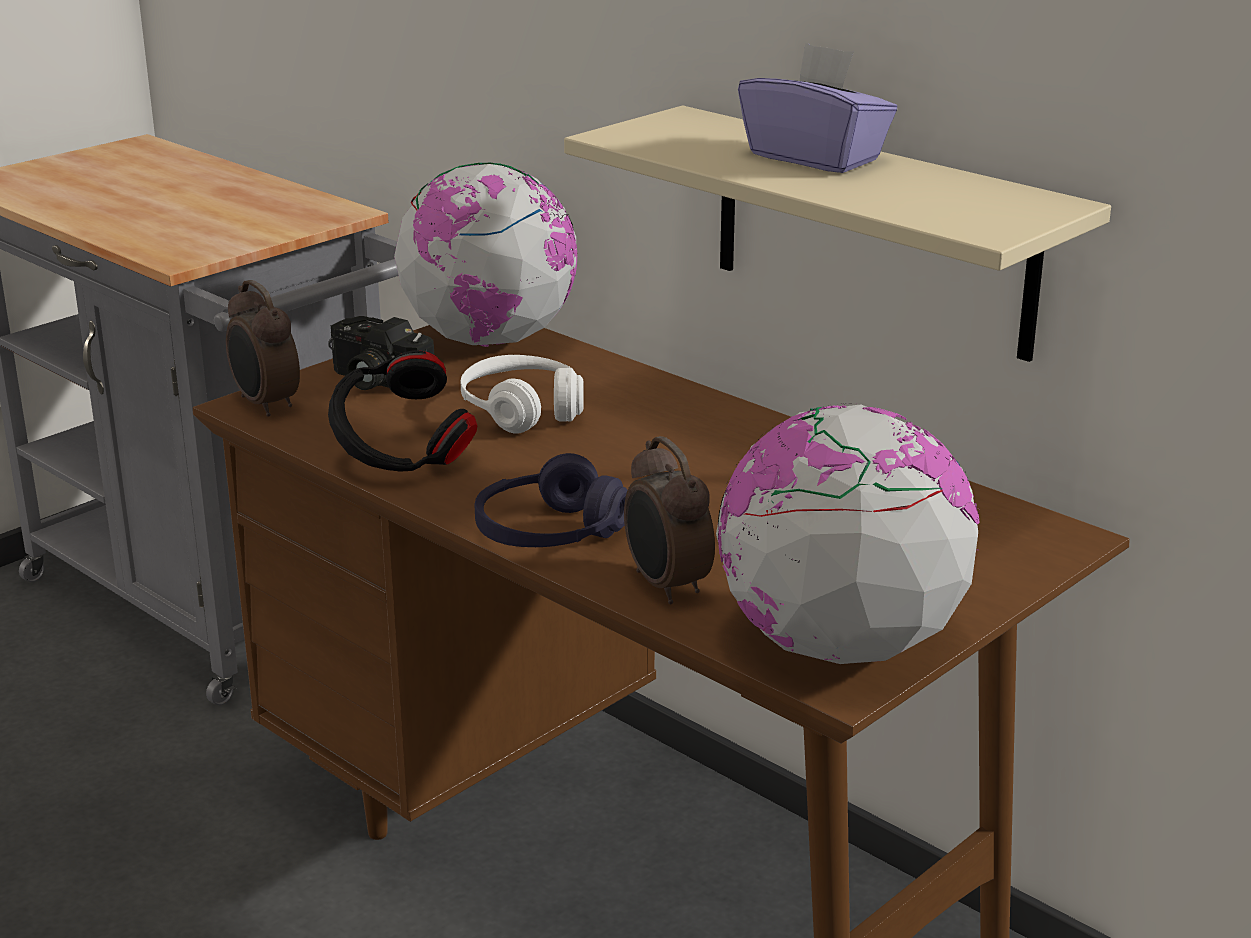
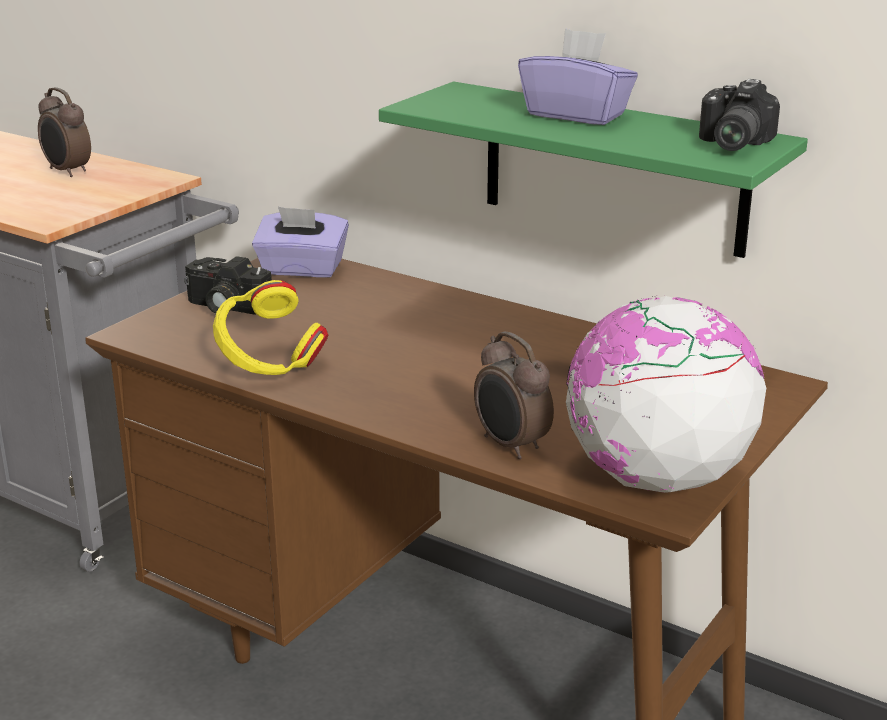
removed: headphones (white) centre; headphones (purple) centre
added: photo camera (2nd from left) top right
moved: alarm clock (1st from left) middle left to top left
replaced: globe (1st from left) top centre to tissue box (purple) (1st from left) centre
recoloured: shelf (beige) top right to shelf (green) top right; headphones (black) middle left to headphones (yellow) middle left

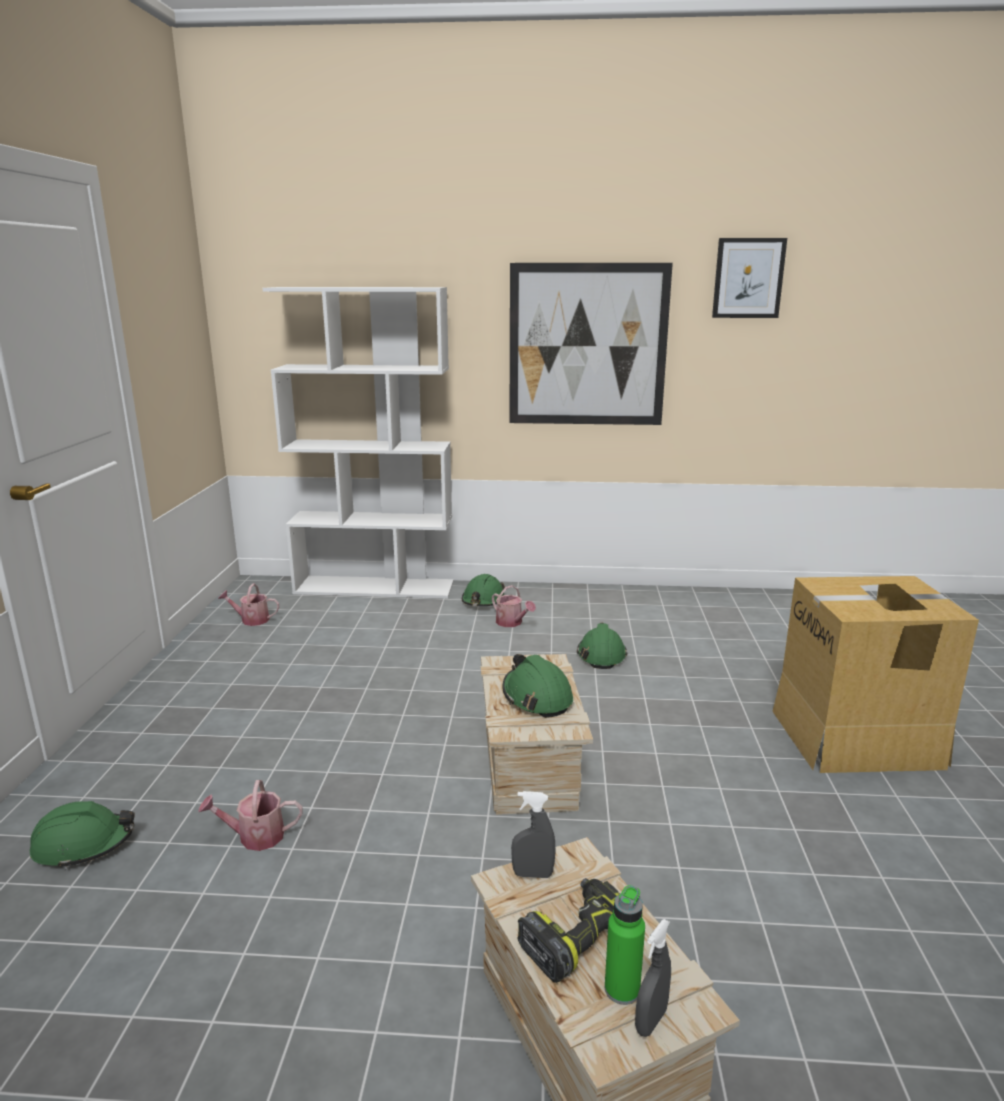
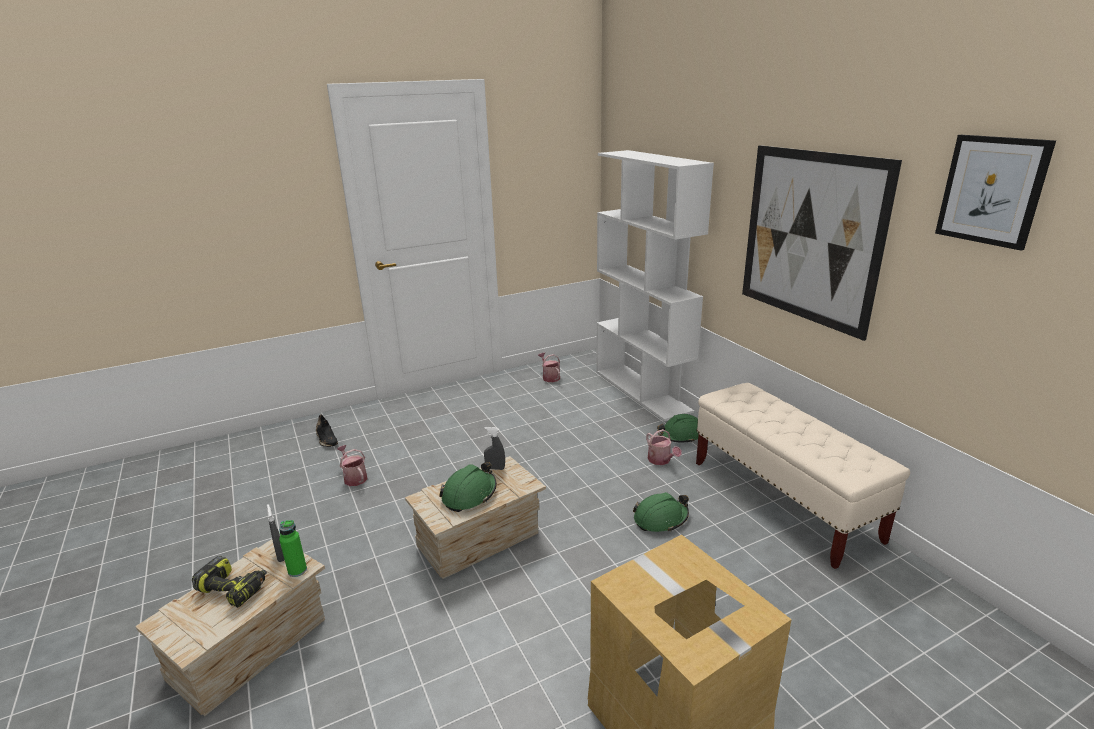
added: bench (beige) middle right
moved: bottle (green) bottom centre to bottom left; spray bottle (grey) (2nd from left) bottom centre to centre
replaced: hard hat (green) (1st from left) bottom left to shoe (black) middle left
turned: watering can (3rd from left) centre = centre 45 degrees counterclockwise

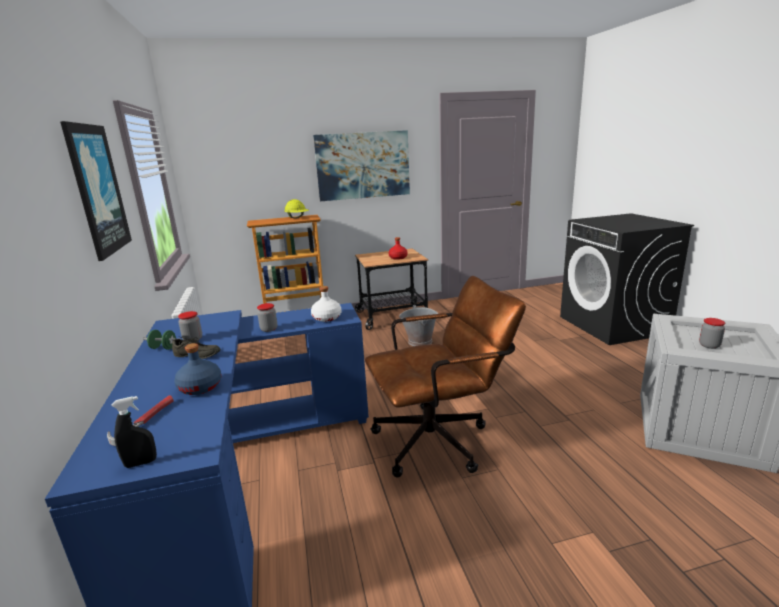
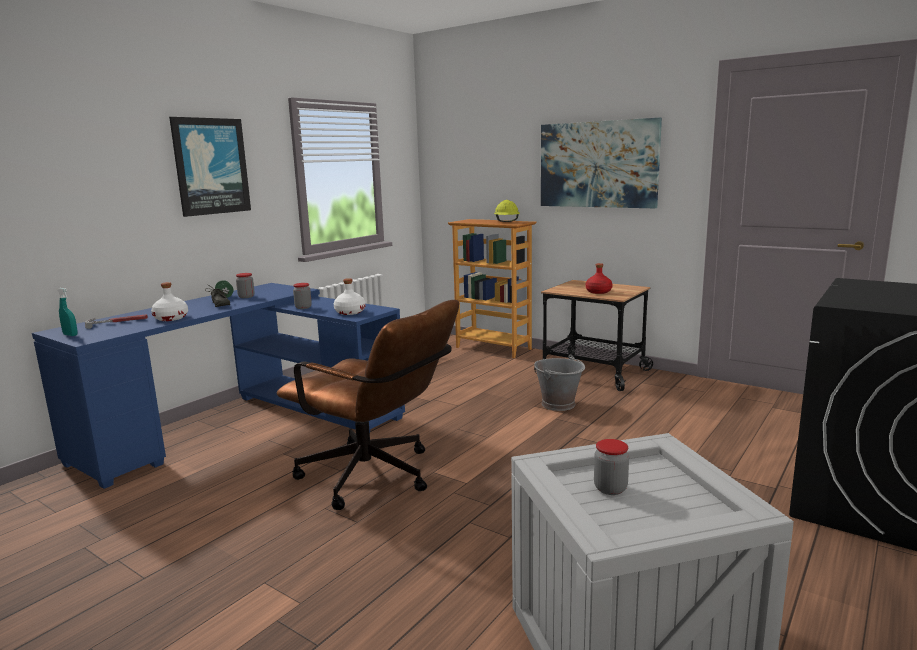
recoloured: bottle (blue) middle left to bottle (white) (1st from left) middle left; spray bottle (black) bottom left to spray bottle (turquoise) middle left

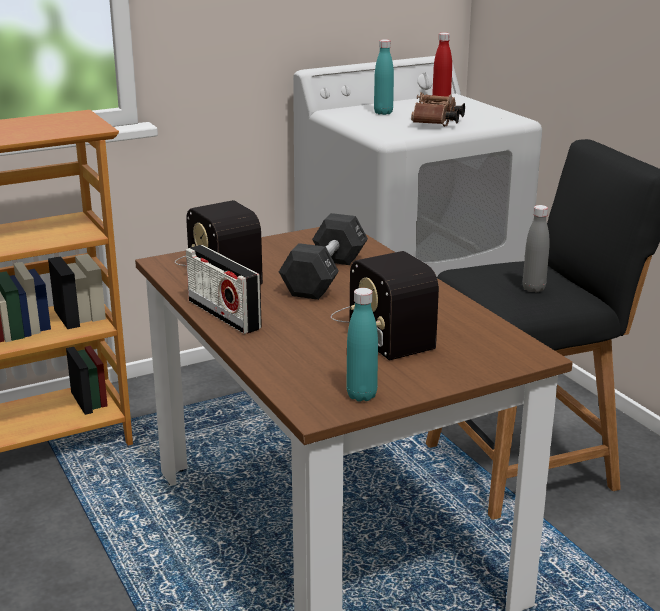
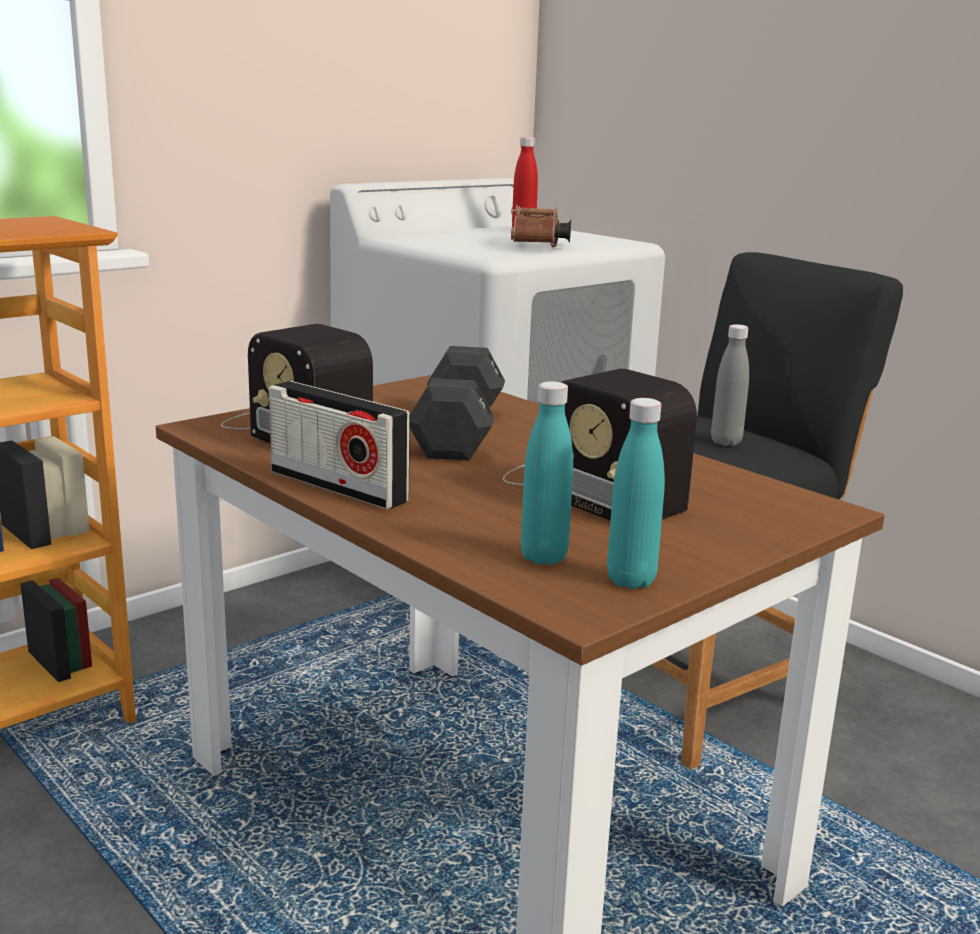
moved: bottle (turquoise) (2nd from left in the first image) top centre to bottle (turquoise) (1st from left) centre

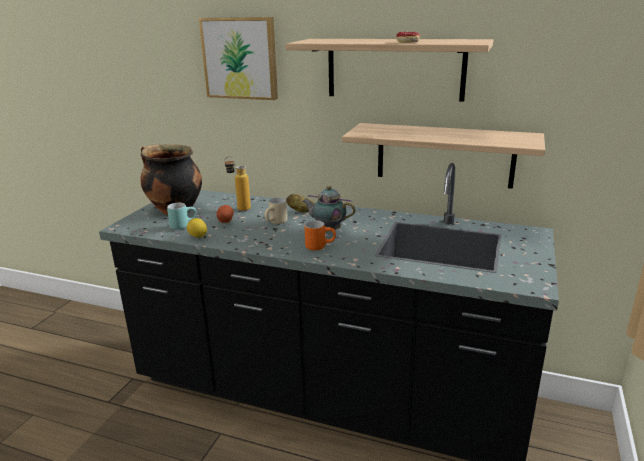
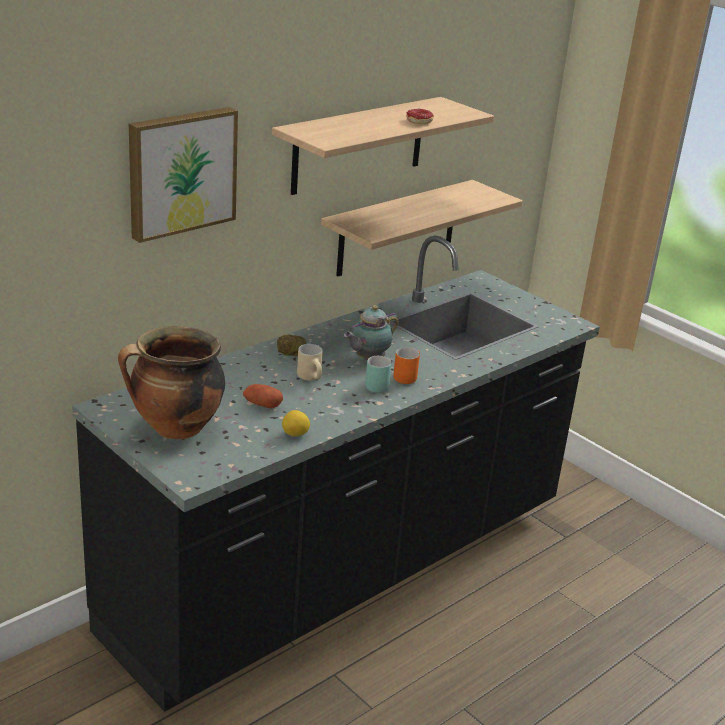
removed: bottle centre
moved: mug (turquoise) middle left to centre

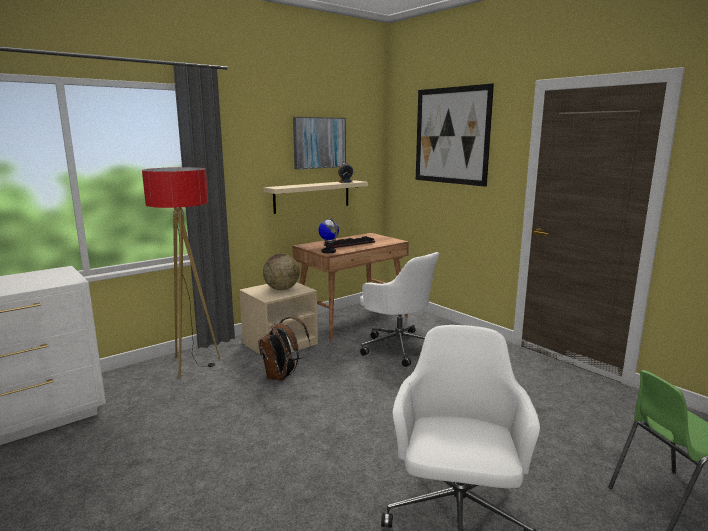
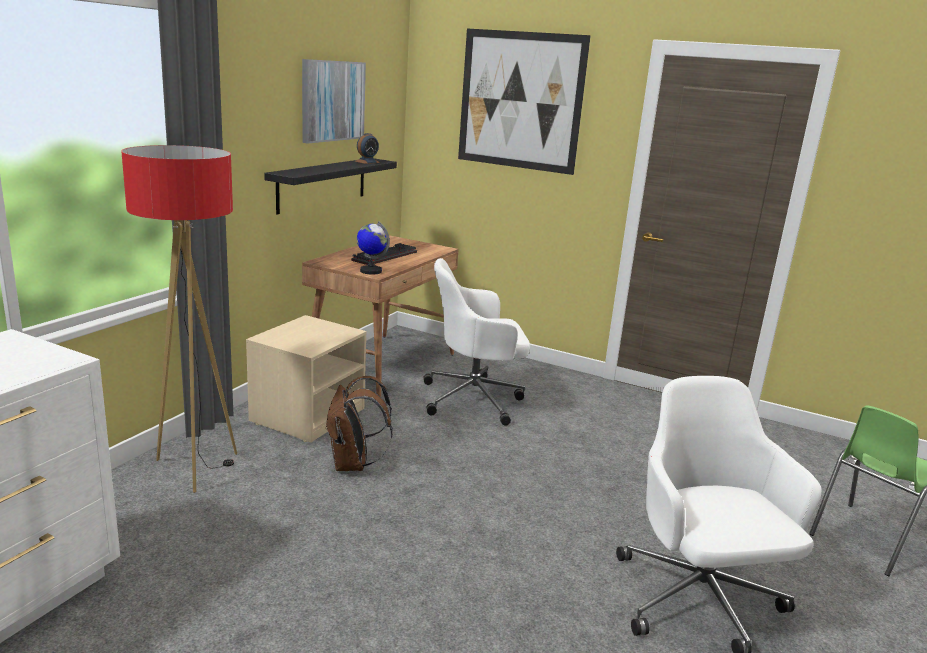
removed: globe (1st from left) centre
recoloured: shelf (beige) centre to shelf (black) top centre
turned: office chair (white) (1st from left) centre = centre 150 degrees clockwise

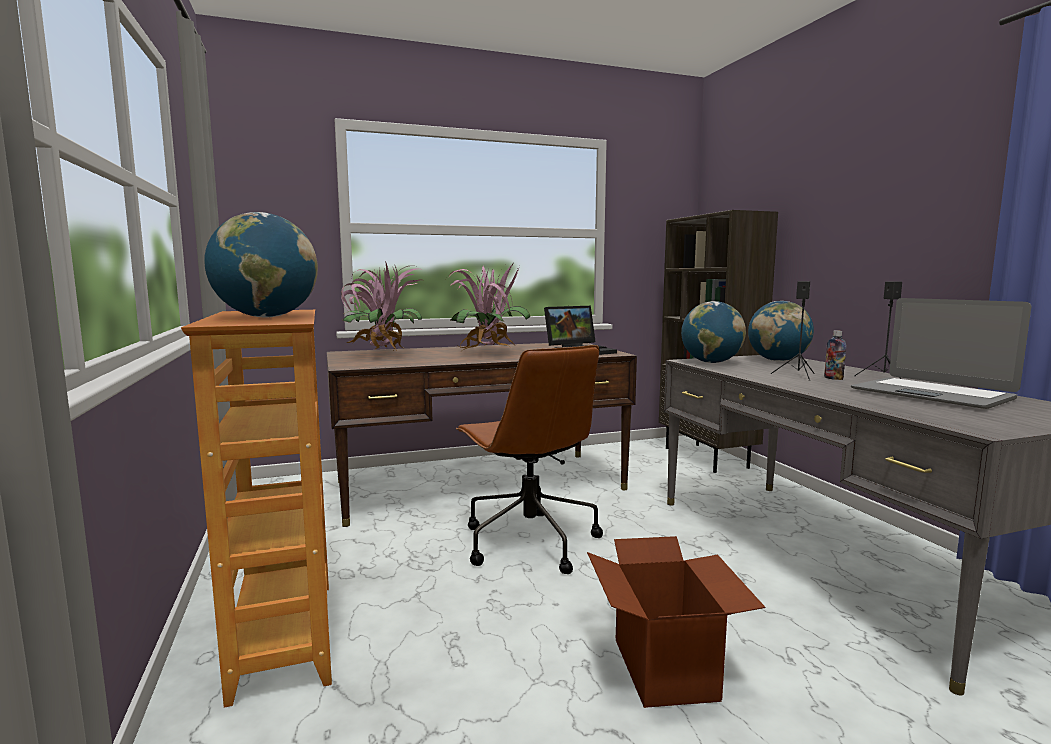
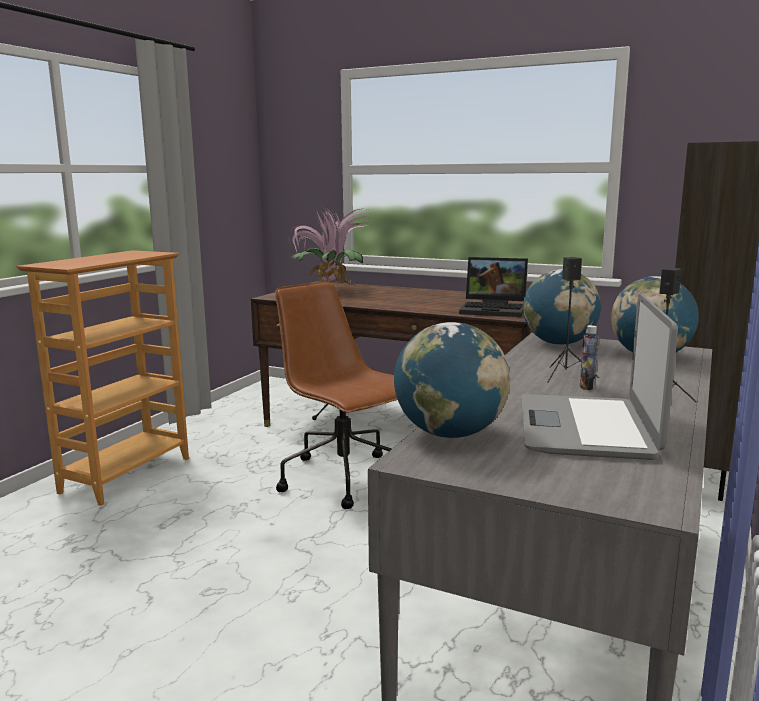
removed: potted plant (2nd from left) centre; cardboard box bottom centre
moved: globe (1st from left) middle left to centre
turned: office chair (brown) centre = centre 120 degrees clockwise

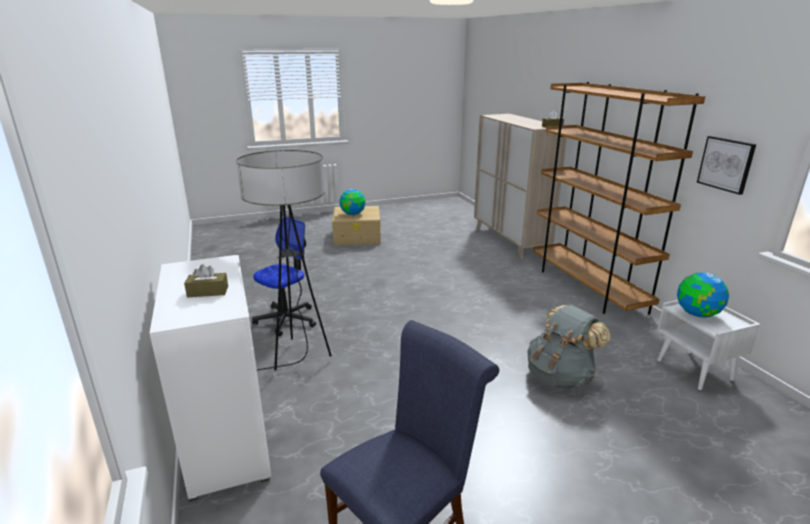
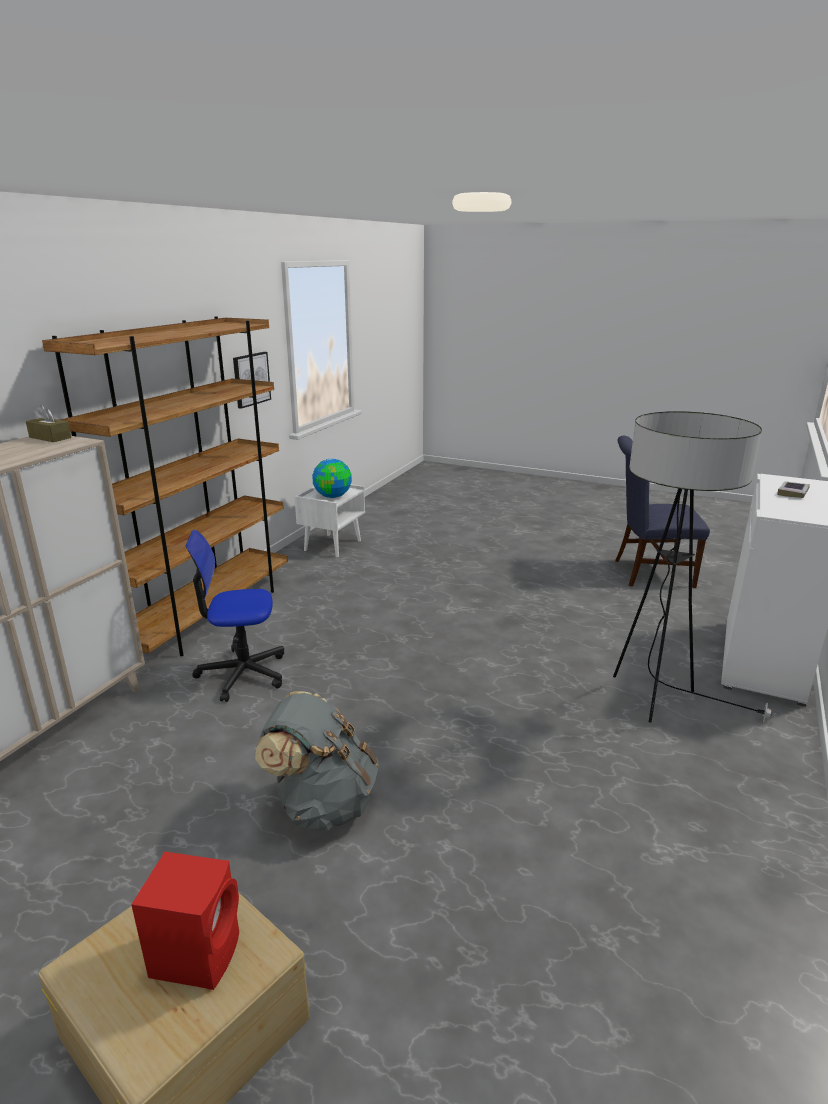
moved: office chair centre to middle left; backpack (grey) middle right to bottom centre
replaced: globe (1st from left) centre to speaker (red) bottom left; tissue box (brown) (1st from left) middle left to book middle right

